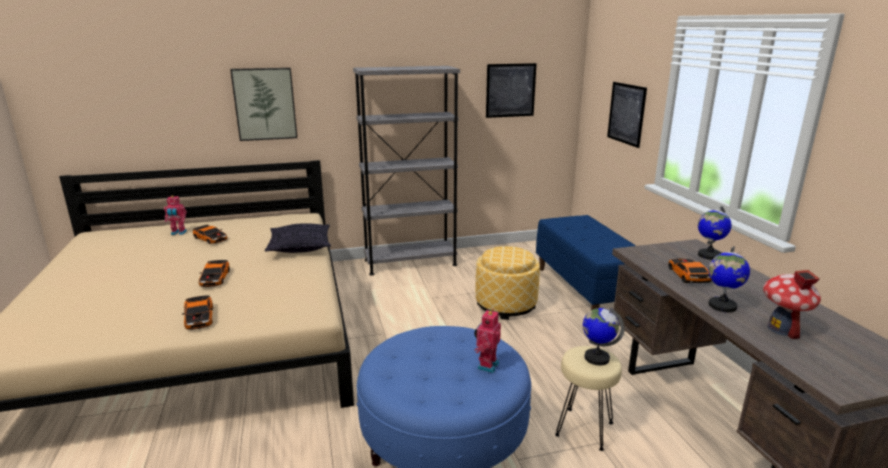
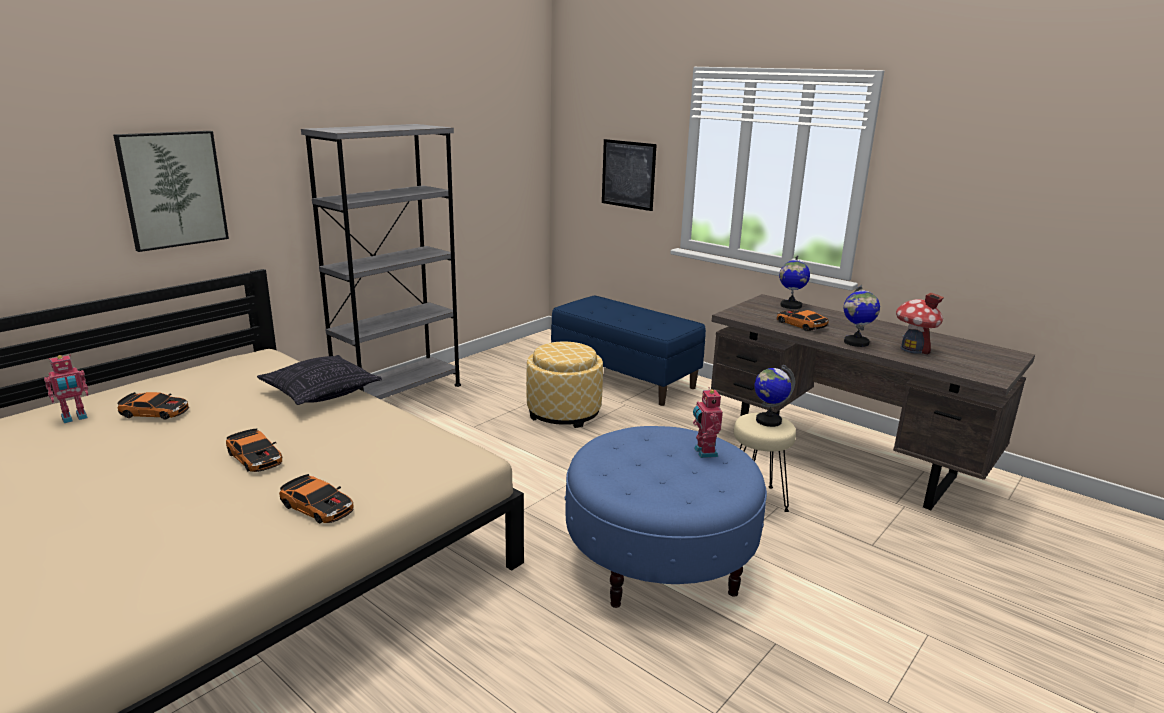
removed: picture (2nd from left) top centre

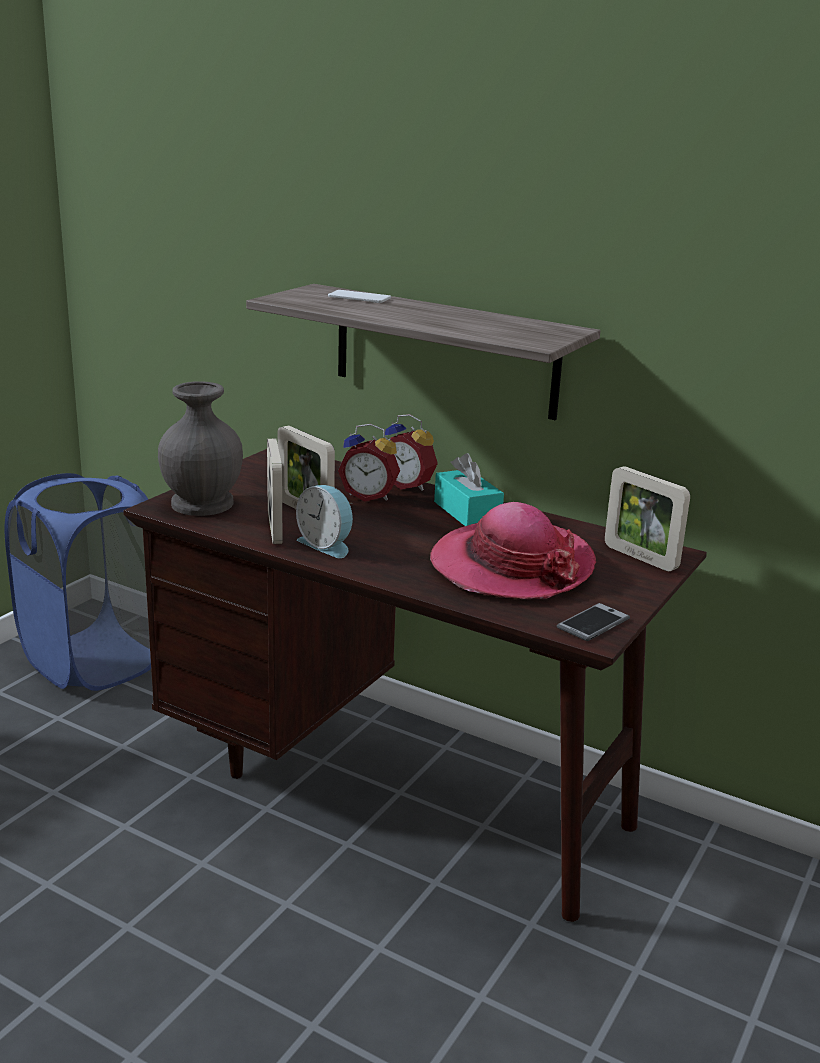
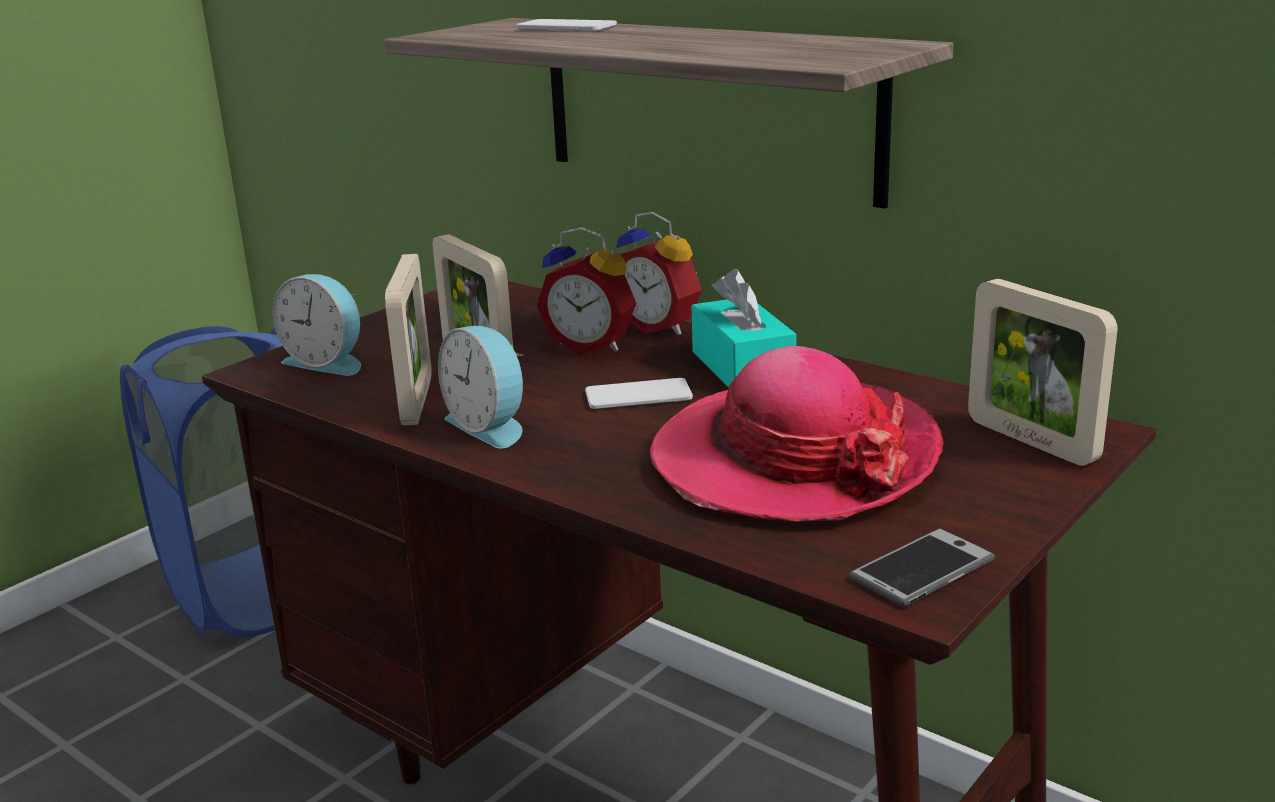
added: phone (2nd from left) centre
replaced: vase (grey) middle left to alarm clock (1st from left) middle left

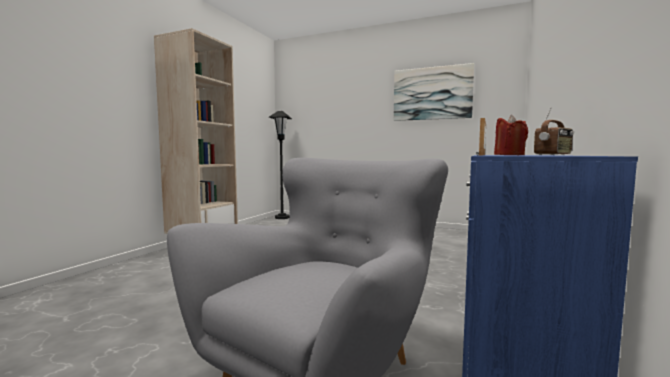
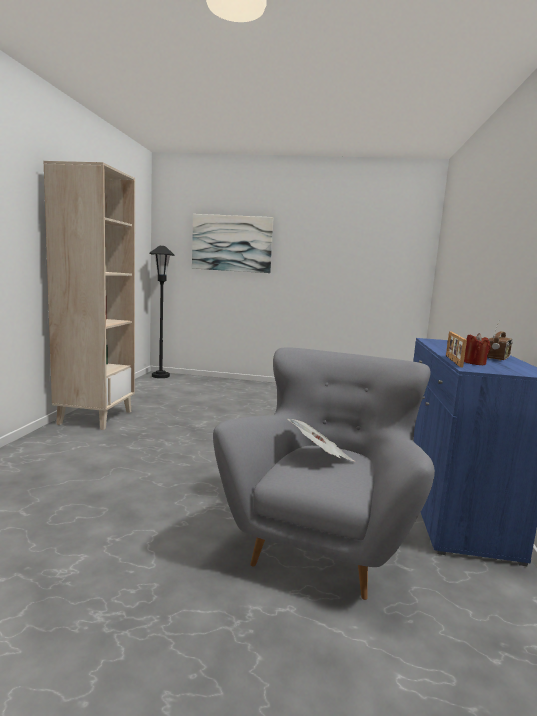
added: newspaper centre
moved: picture top centre to centre

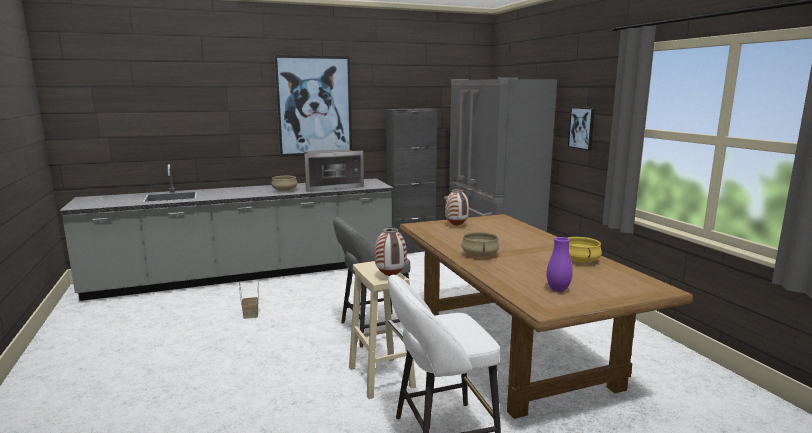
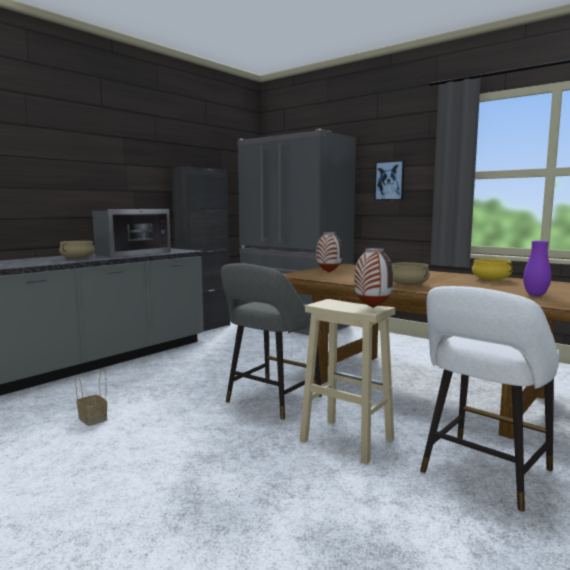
removed: picture (1st from left) top centre

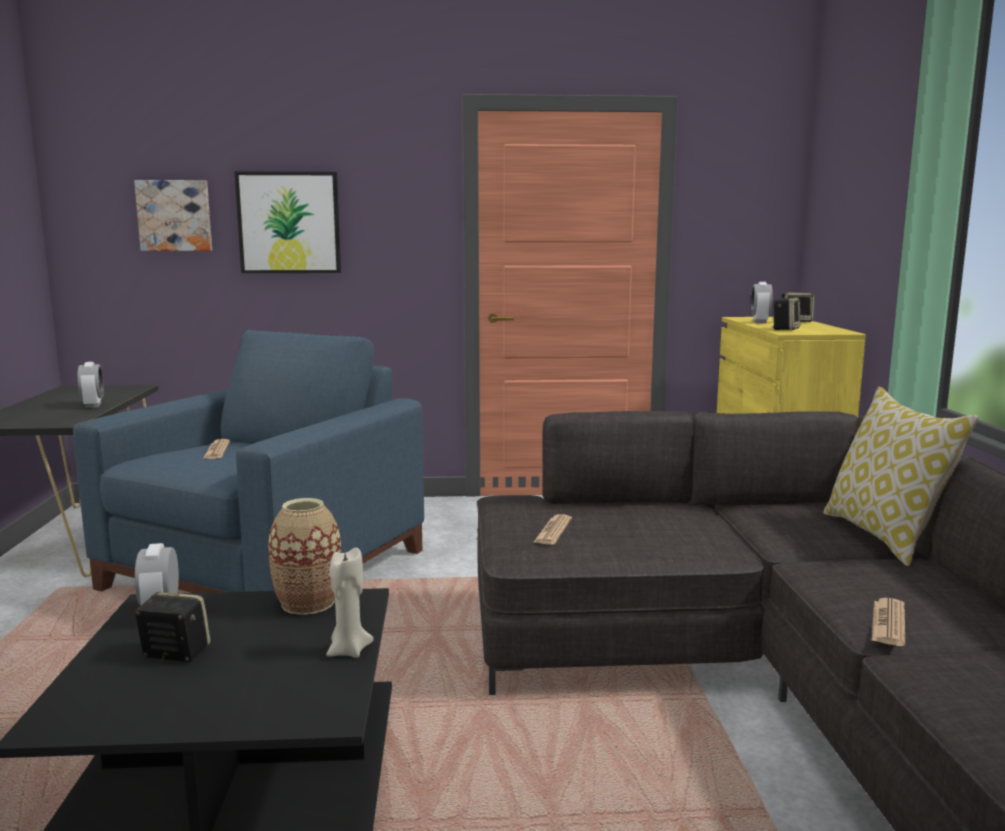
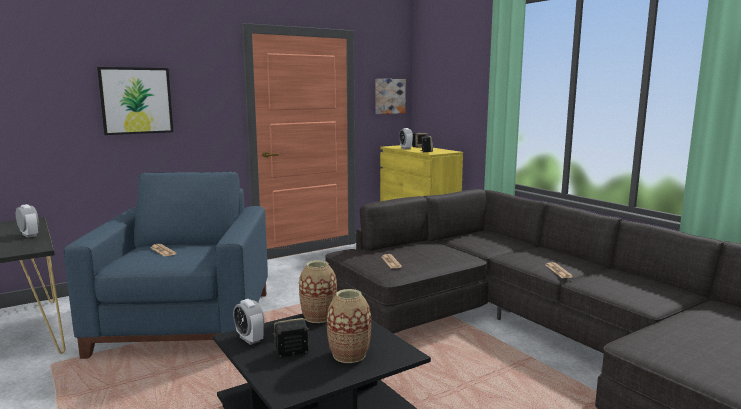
removed: pillow middle right; candle (beige) bottom centre
added: vase (2nd from left) bottom centre
moved: picture (1st from left in the first image) top left to picture (2nd from left) top centre

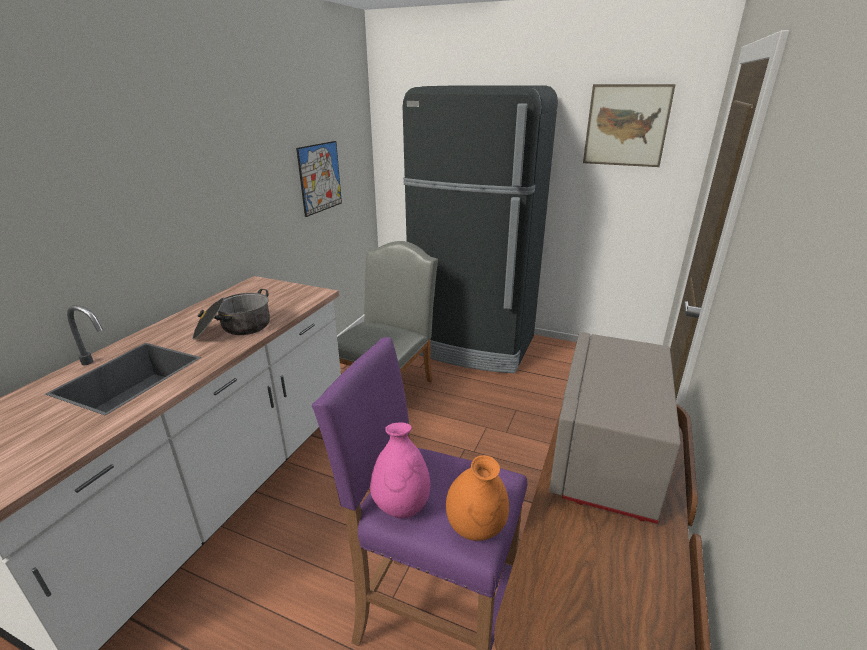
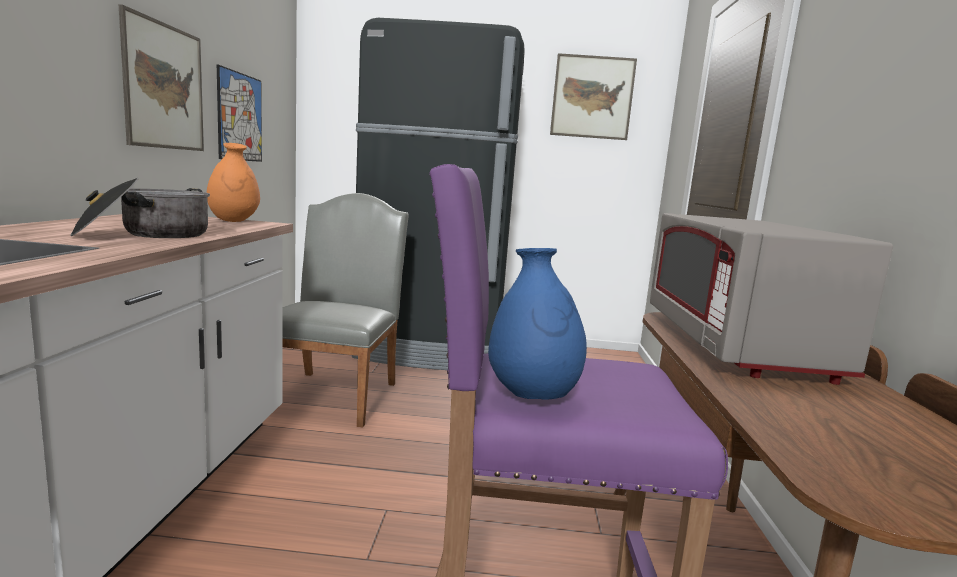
added: picture (1st from left) top left
moved: vase (orange) bottom centre to top left
recoloured: vase (pink) bottom centre to vase (blue) centre

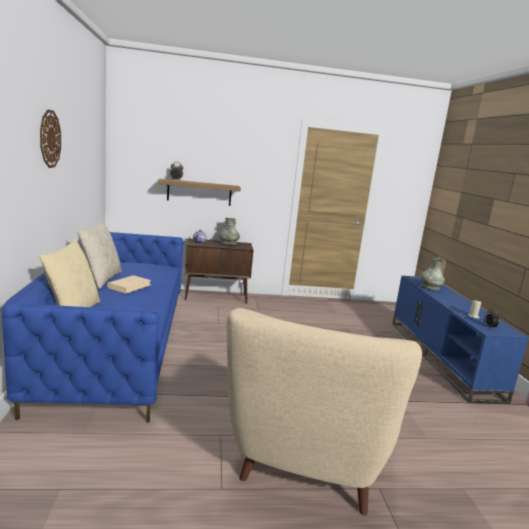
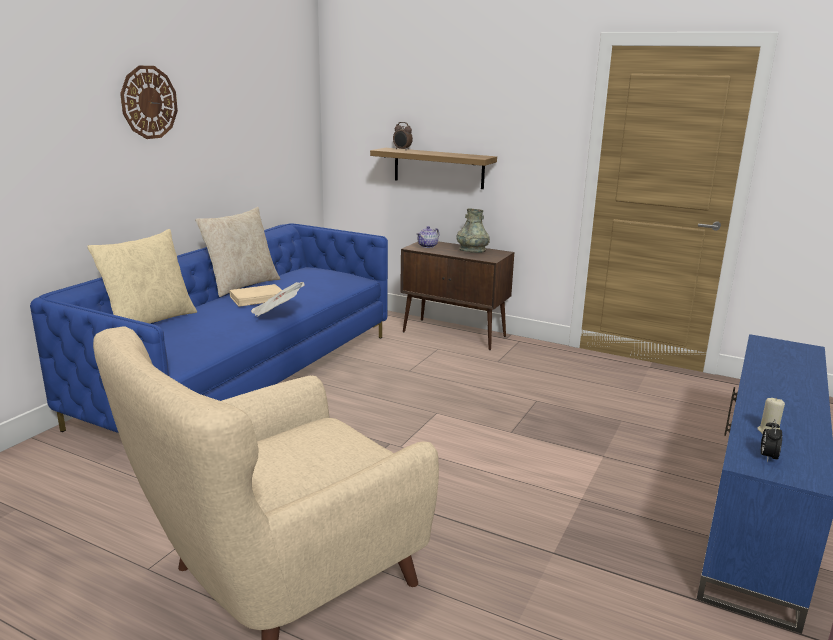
removed: vase (grey) (2nd from left) middle right
added: newspaper centre

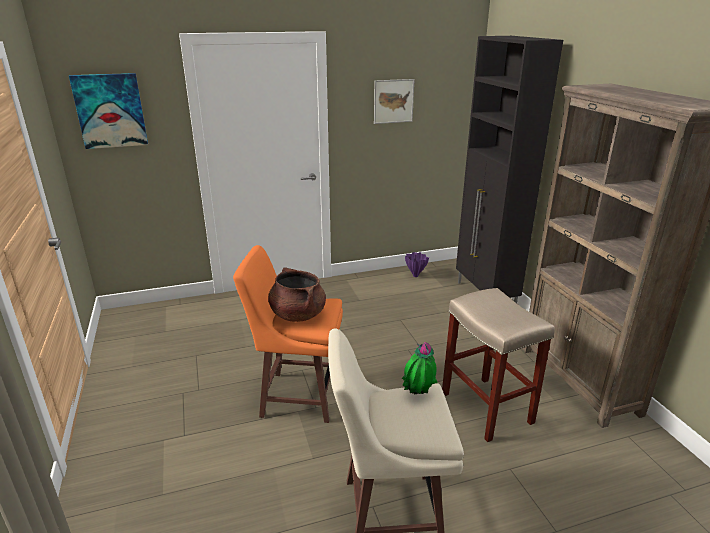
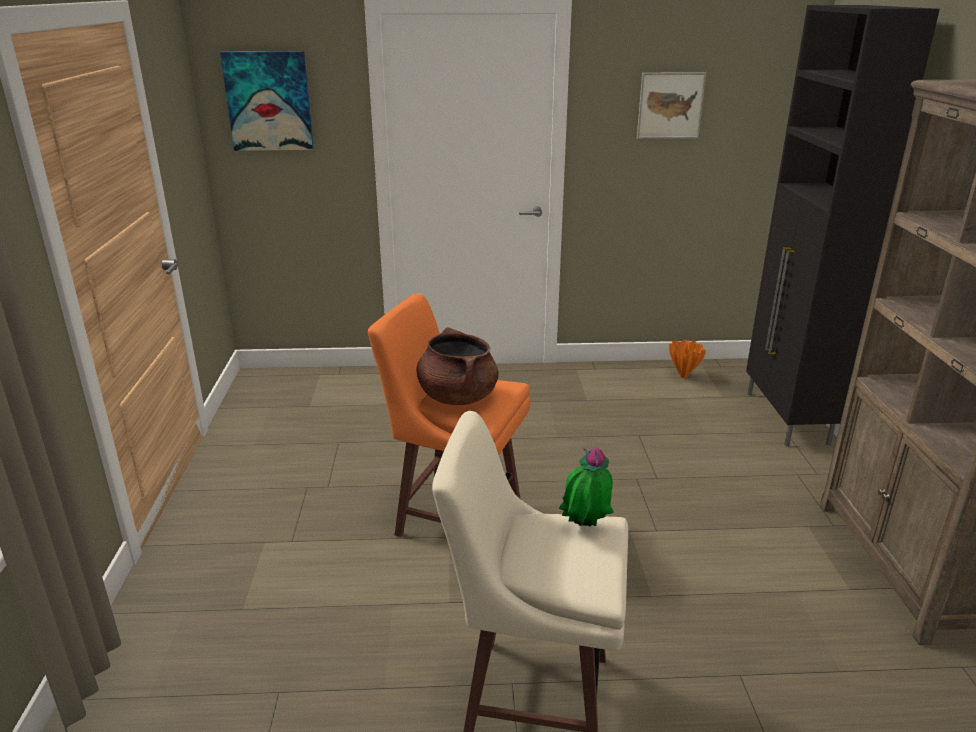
removed: stool (beige) (2nd from left) bottom right
recoloured: vase (purple) centre to vase (orange) middle right

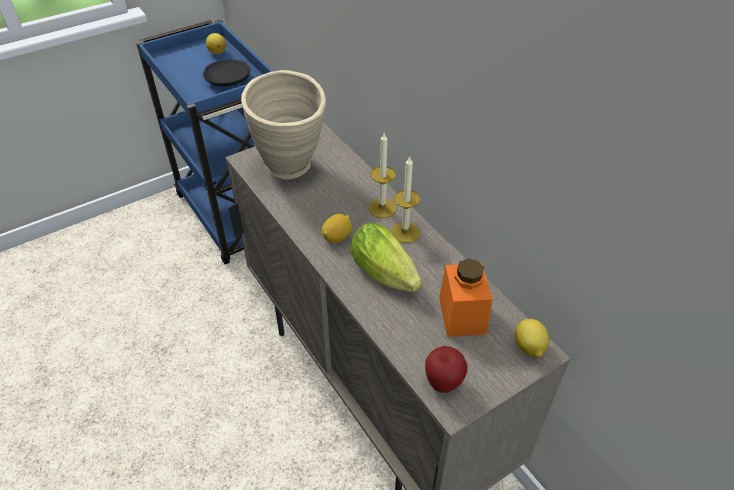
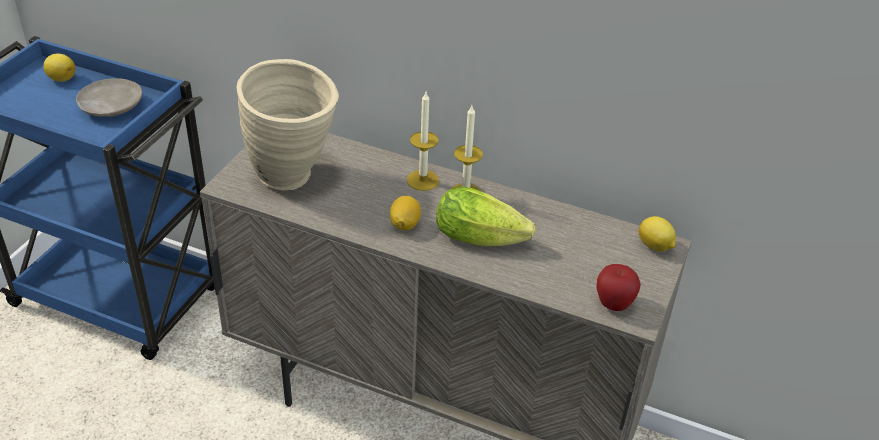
removed: jar (orange) centre
recoloured: plate (black) top left to plate (beige) top left

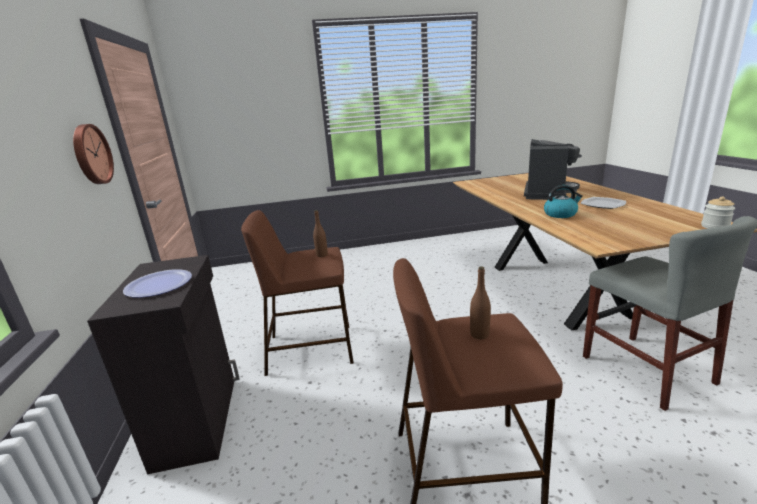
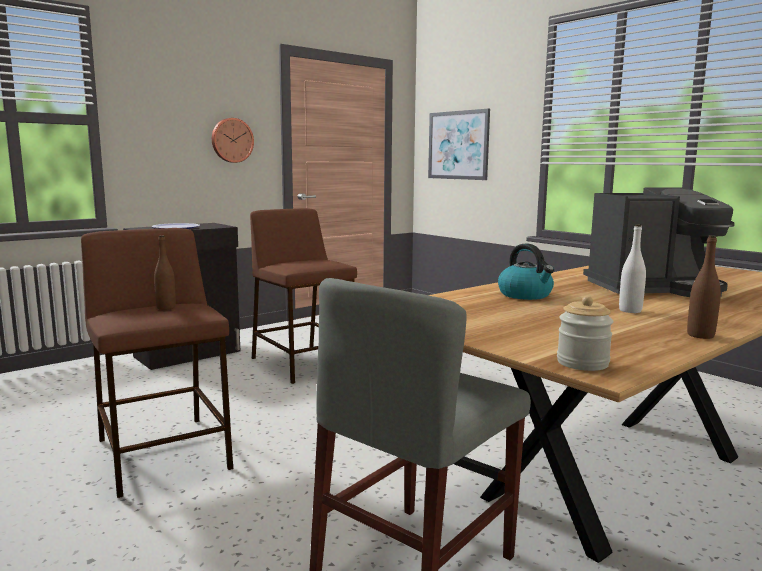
added: picture top centre
moved: bottle (brown) (1st from left in the first image) centre to bottle (brown) (2nd from left) middle right
replaced: plate (2nd from left) middle right to bottle (white) middle right

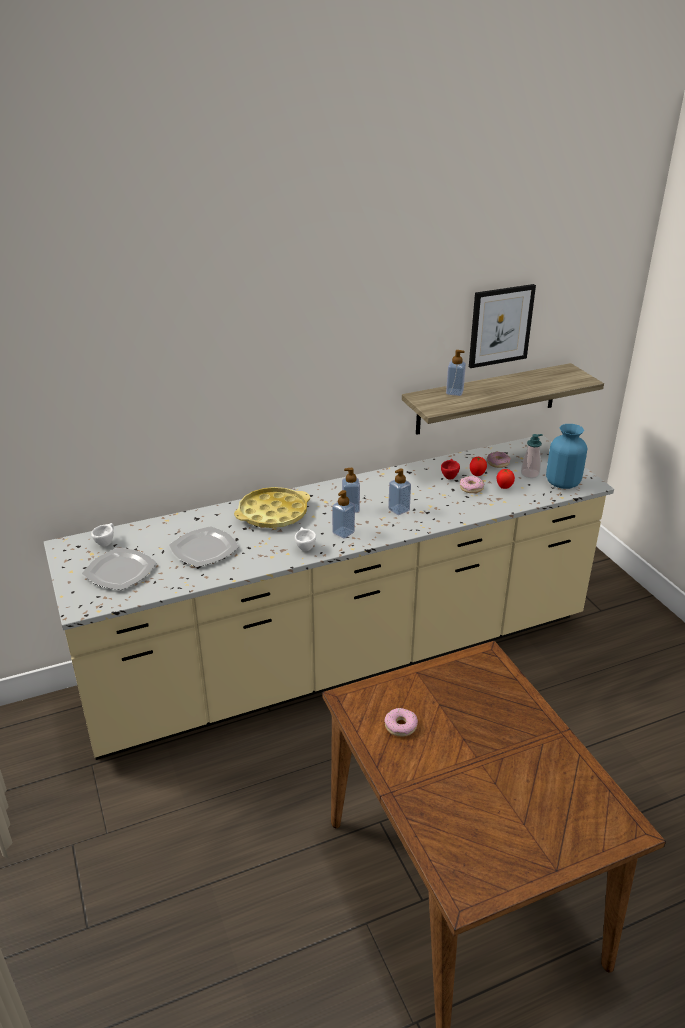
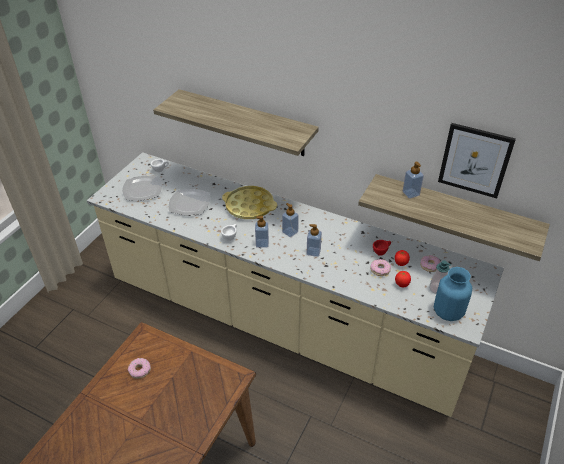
added: shelf (1st from left) top centre

